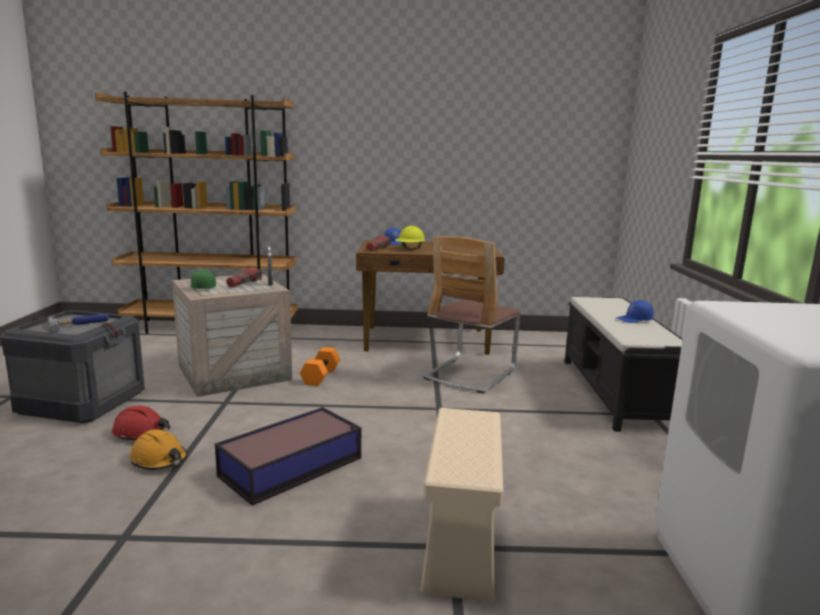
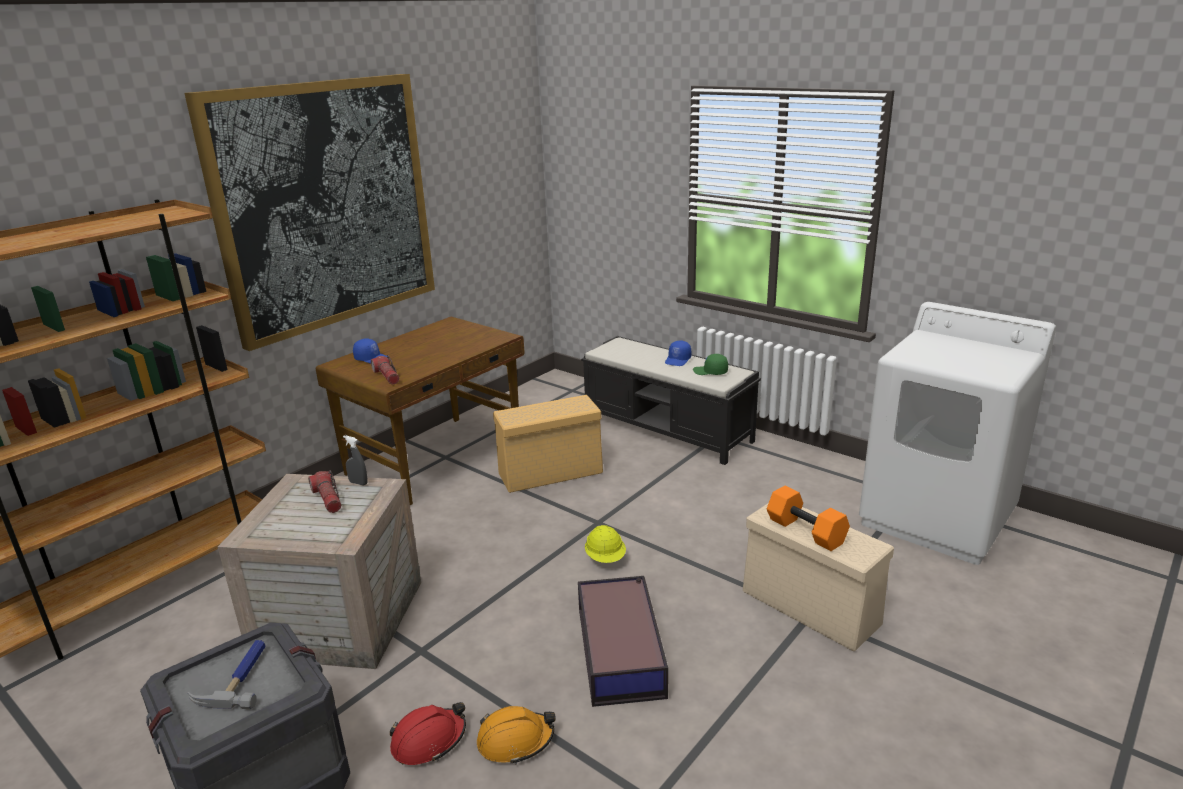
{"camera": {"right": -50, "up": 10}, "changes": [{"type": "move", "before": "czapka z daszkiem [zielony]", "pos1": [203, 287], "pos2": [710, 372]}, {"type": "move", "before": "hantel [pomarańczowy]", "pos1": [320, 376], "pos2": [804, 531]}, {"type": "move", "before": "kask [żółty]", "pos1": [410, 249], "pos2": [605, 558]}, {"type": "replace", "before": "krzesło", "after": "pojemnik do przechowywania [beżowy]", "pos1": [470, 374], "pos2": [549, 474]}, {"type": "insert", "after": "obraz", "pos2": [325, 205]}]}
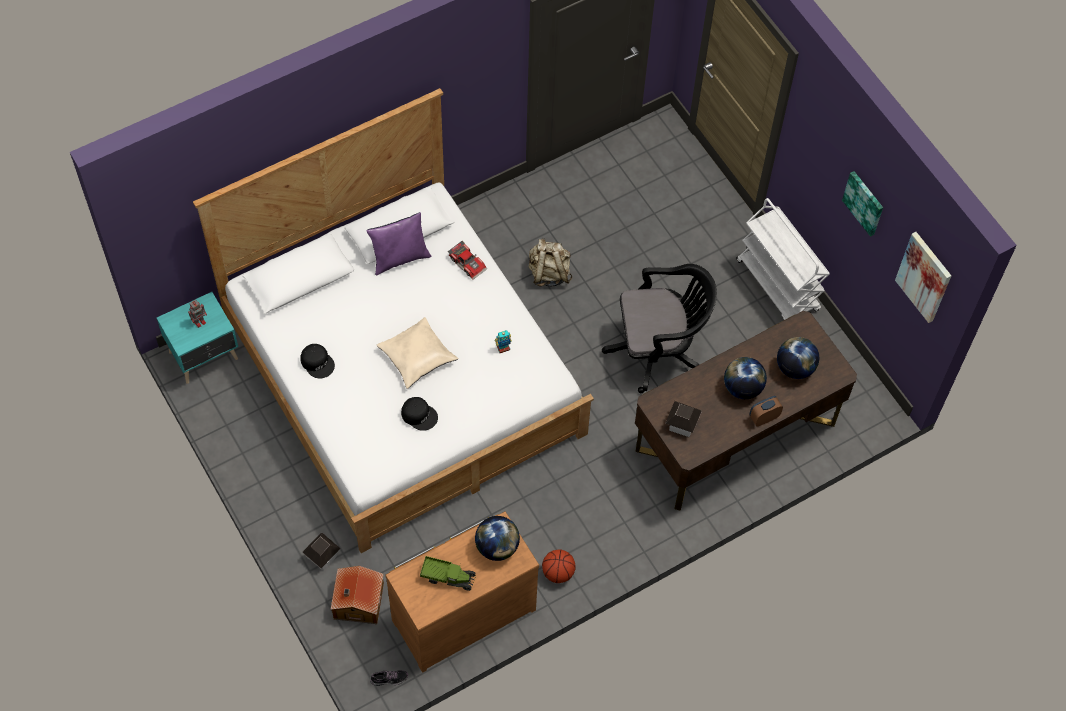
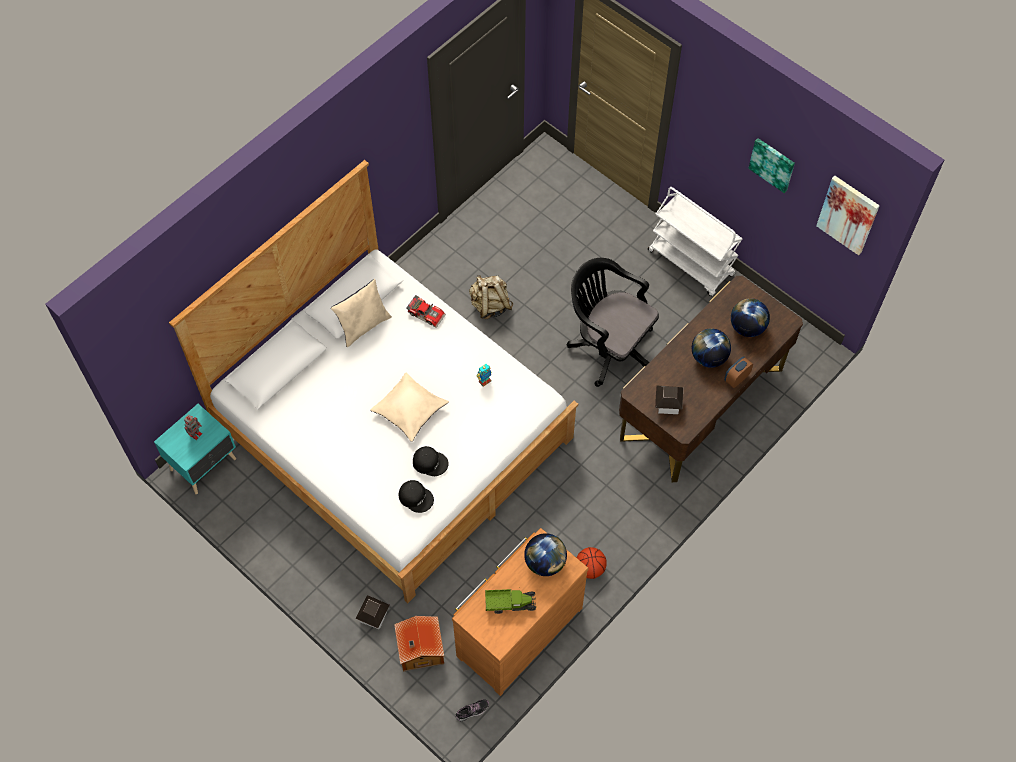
{"camera": {"right": -15, "up": 0}, "changes": [{"type": "move", "before": "czapka z daszkiem [czarny]", "pos1": [318, 362], "pos2": [416, 497]}, {"type": "recolor", "before": "poduszka [fioletowy]", "after": "poduszka [beżowy]", "pos1": [400, 258], "pos2": [363, 326]}, {"type": "rotate", "before": "krzesło biurowe [czarny]", "pos1": [658, 350], "pos2": [608, 347], "turn": -120}]}
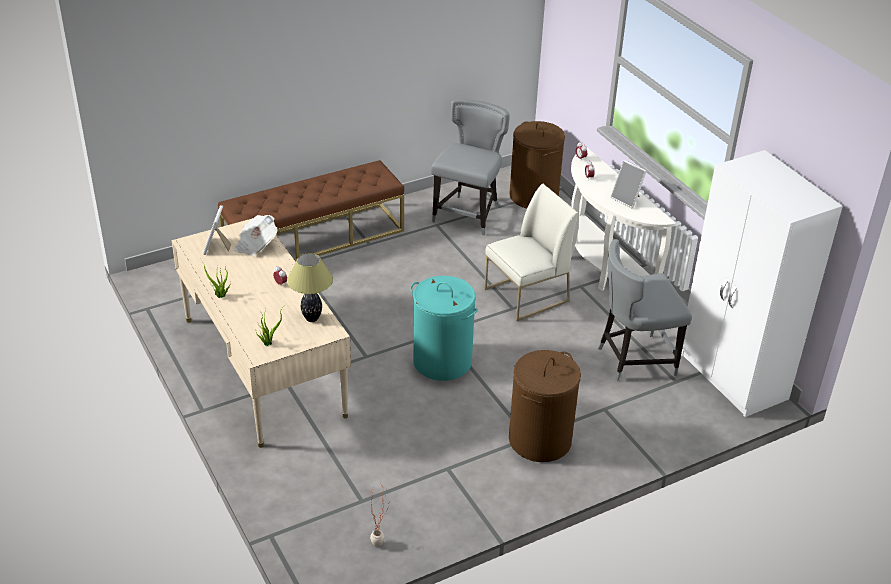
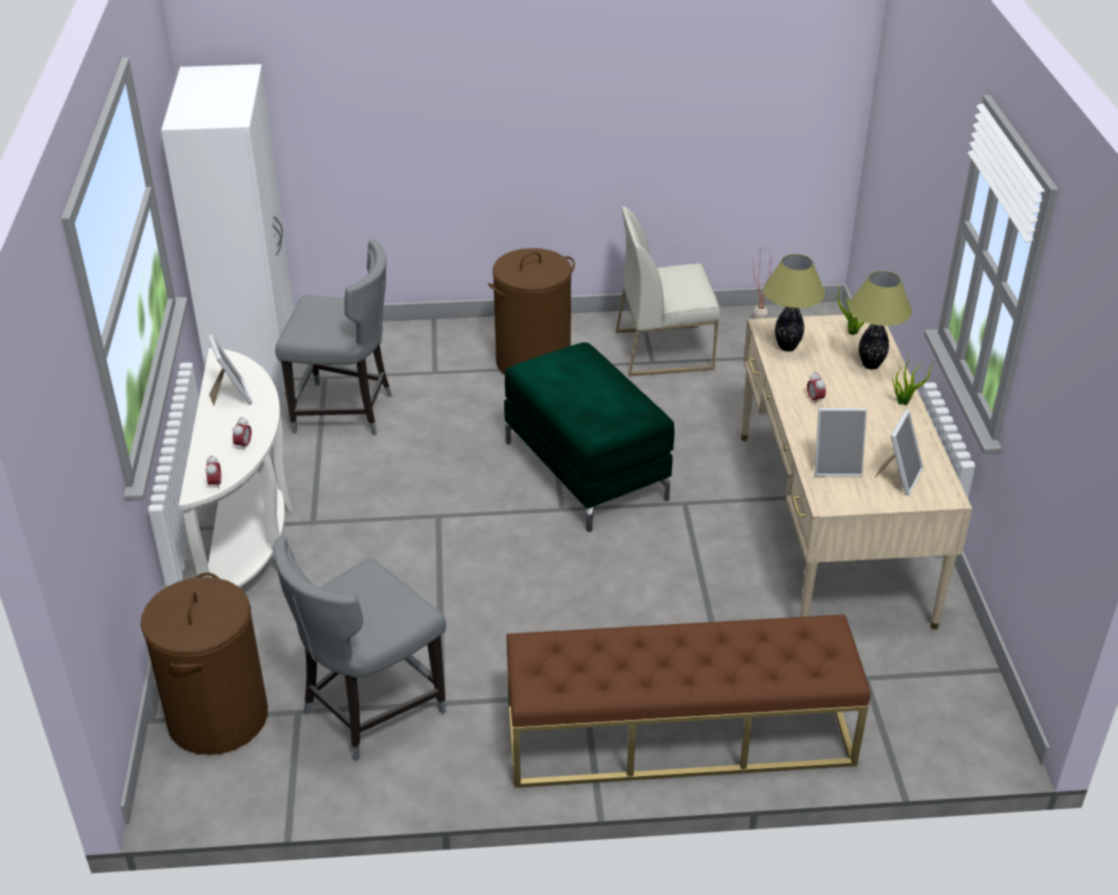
{"camera": {"right": -155, "up": 0}, "changes": [{"type": "replace", "before": "gazeta", "after": "ramka na zdjęcie", "pos1": [255, 245], "pos2": [836, 466]}, {"type": "replace", "before": "kosz na pranie [turkusowy]", "after": "pufa [zielony]", "pos1": [442, 361], "pos2": [587, 470]}, {"type": "move", "before": "krzesło [biały]", "pos1": [526, 295], "pos2": [664, 349]}, {"type": "insert", "after": "lampa stołowa", "pos2": [870, 365]}]}
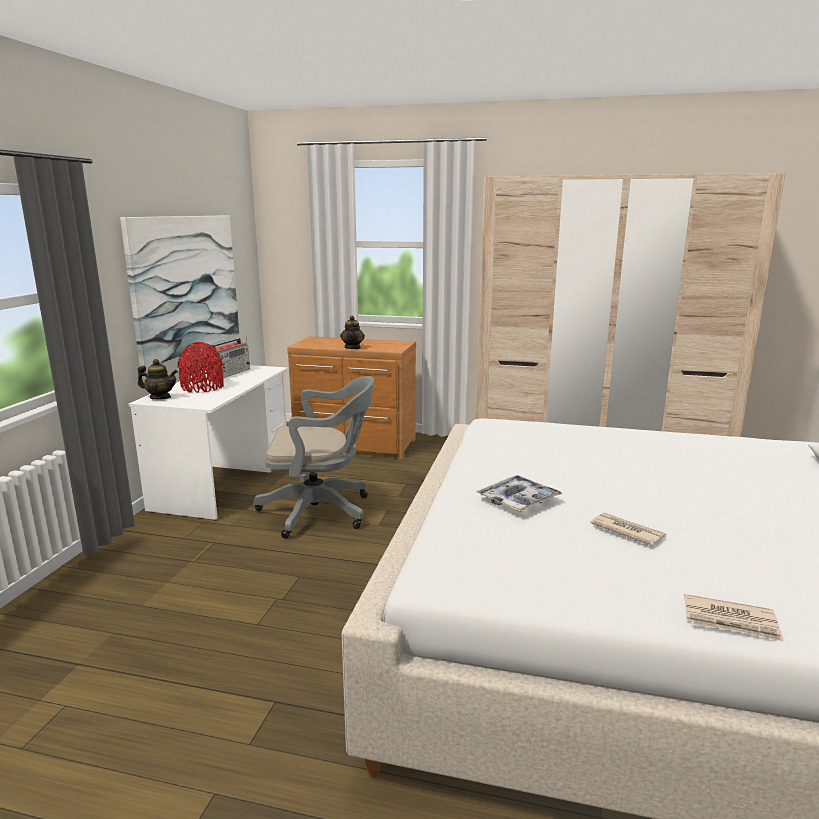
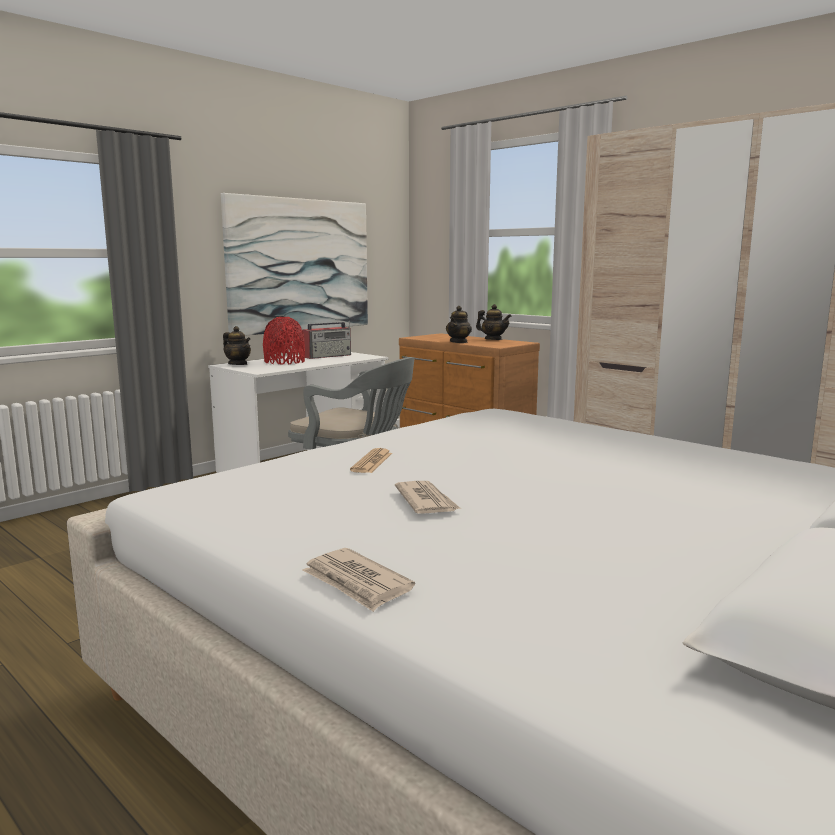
{"camera": {"right": 30, "up": -5}, "changes": [{"type": "replace", "before": "taca", "after": "gazeta", "pos1": [518, 500], "pos2": [372, 462]}, {"type": "insert", "after": "imbryk", "pos2": [493, 339]}]}
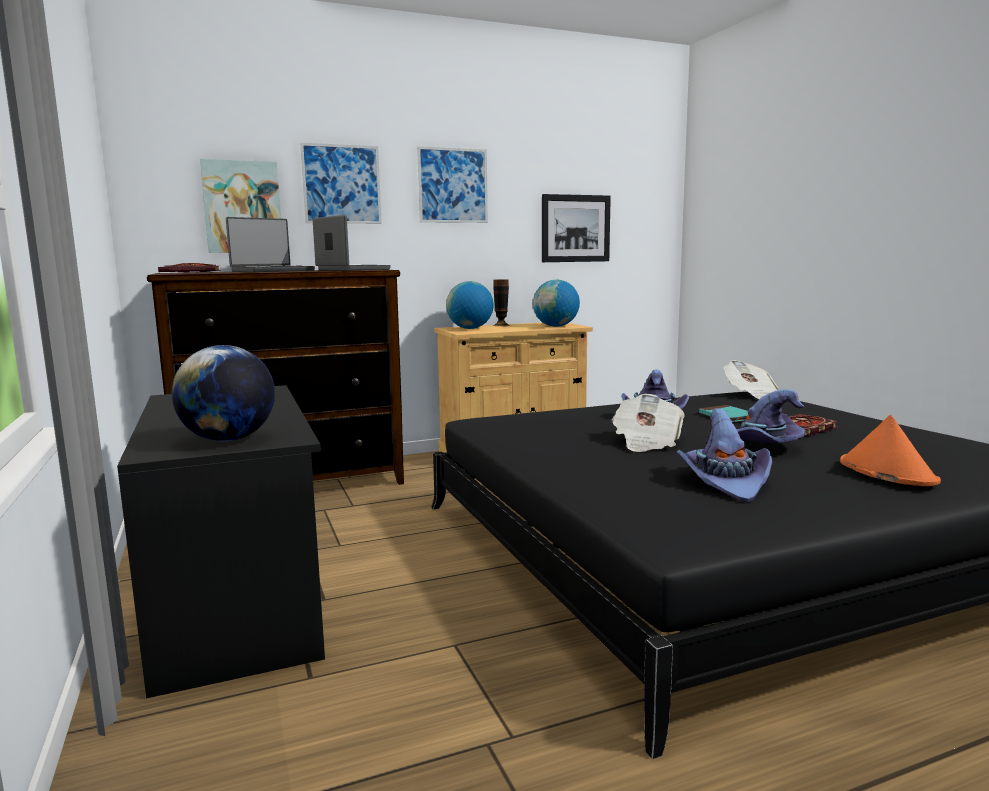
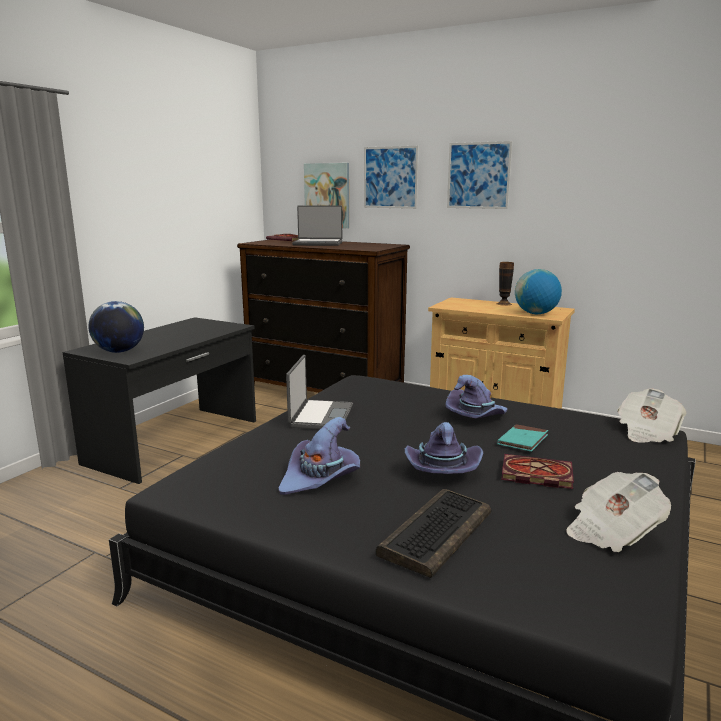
{"camera": {"right": 50, "up": 5}, "changes": [{"type": "move", "before": "laptop", "pos1": [351, 269], "pos2": [320, 416]}, {"type": "delete", "before": "globus", "pos1": [470, 328]}, {"type": "delete", "before": "obraz", "pos1": [575, 228]}, {"type": "move", "before": "gazeta", "pos1": [646, 442], "pos2": [612, 532]}, {"type": "replace", "before": "kapelusz [pomarańczowy]", "after": "klawiatura", "pos1": [886, 471], "pos2": [436, 532]}]}
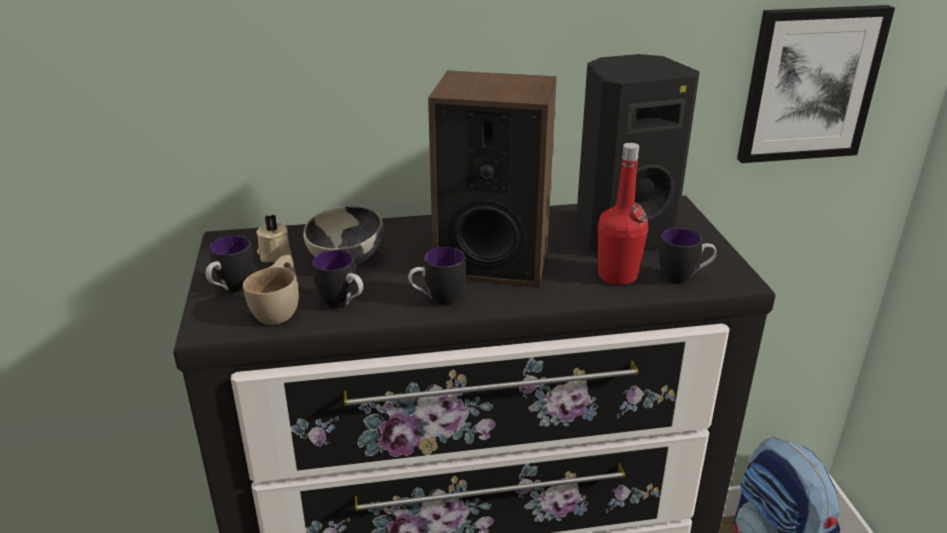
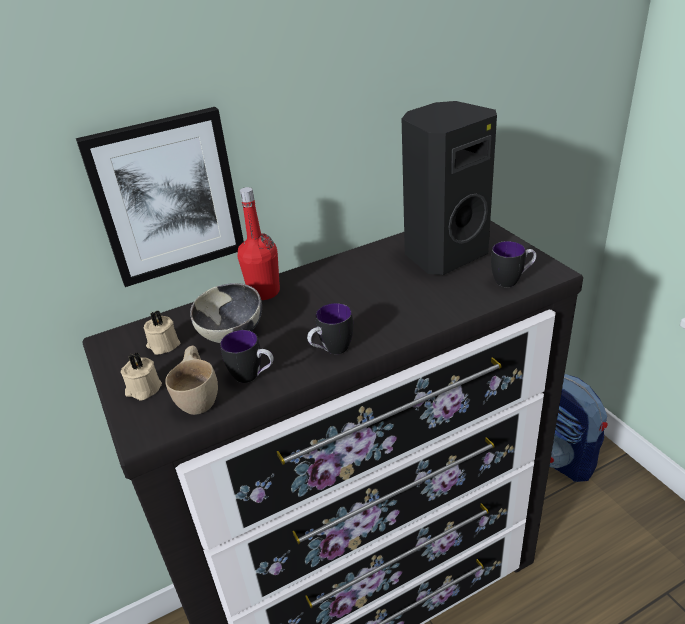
{"camera": {"right": -15, "up": 5}, "changes": [{"type": "replace", "before": "kubek", "after": "świeca [beżowy]", "pos1": [232, 290], "pos2": [143, 389]}, {"type": "delete", "before": "głośnik", "pos1": [492, 261]}, {"type": "move", "before": "butelka [czerwony]", "pos1": [617, 275], "pos2": [264, 292]}, {"type": "move", "before": "obraz", "pos1": [809, 84], "pos2": [167, 197]}]}
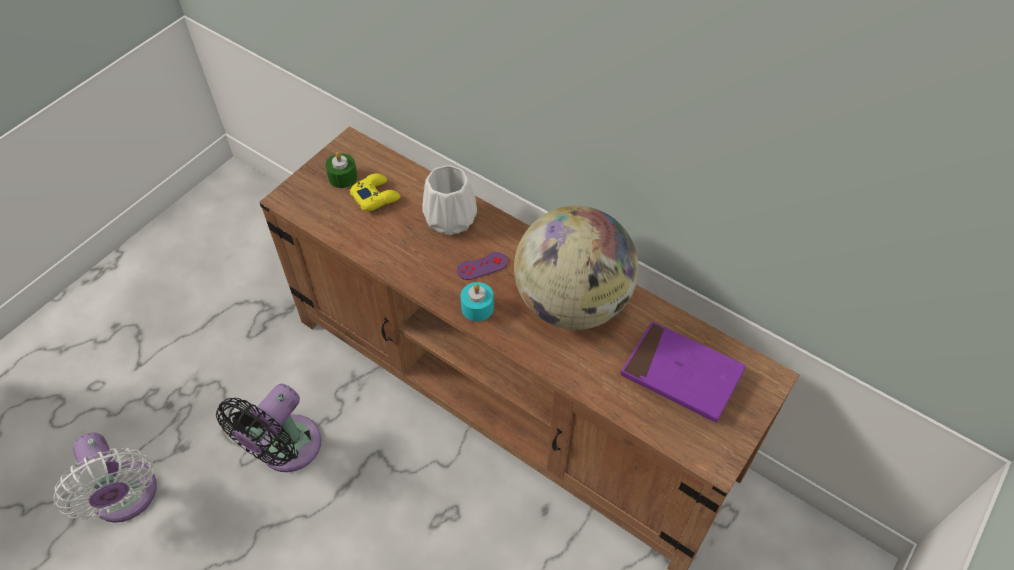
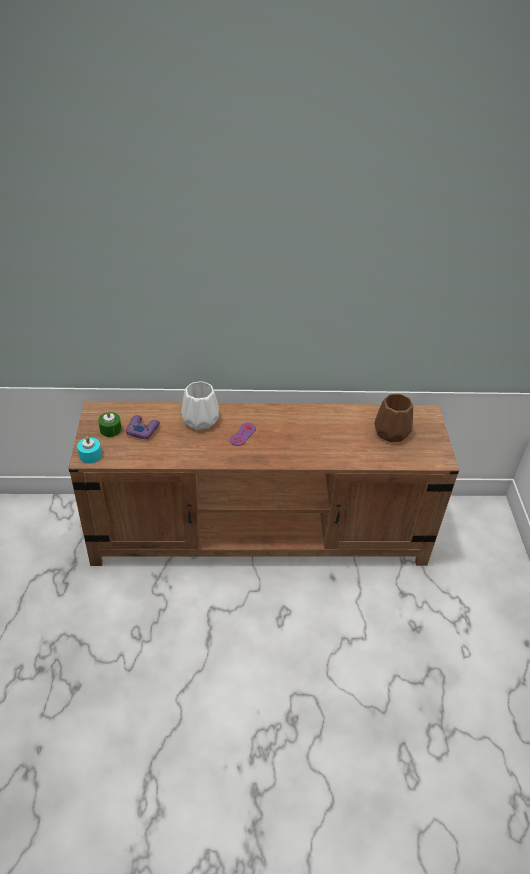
{"camera": {"right": -40, "up": -10}, "changes": [{"type": "delete", "before": "wentylator [biały]", "pos1": [126, 498]}, {"type": "delete", "before": "wentylator [czarny]", "pos1": [285, 449]}, {"type": "recolor", "before": "pad do gier [żółty]", "after": "pad do gier [fioletowy]", "pos1": [375, 196], "pos2": [142, 429]}, {"type": "move", "before": "świeca [turkusowy]", "pos1": [477, 307], "pos2": [90, 455]}, {"type": "delete", "before": "globus", "pos1": [572, 303]}, {"type": "replace", "before": "książka [fioletowy]", "after": "wazon [brązowy]", "pos1": [681, 374], "pos2": [390, 432]}]}
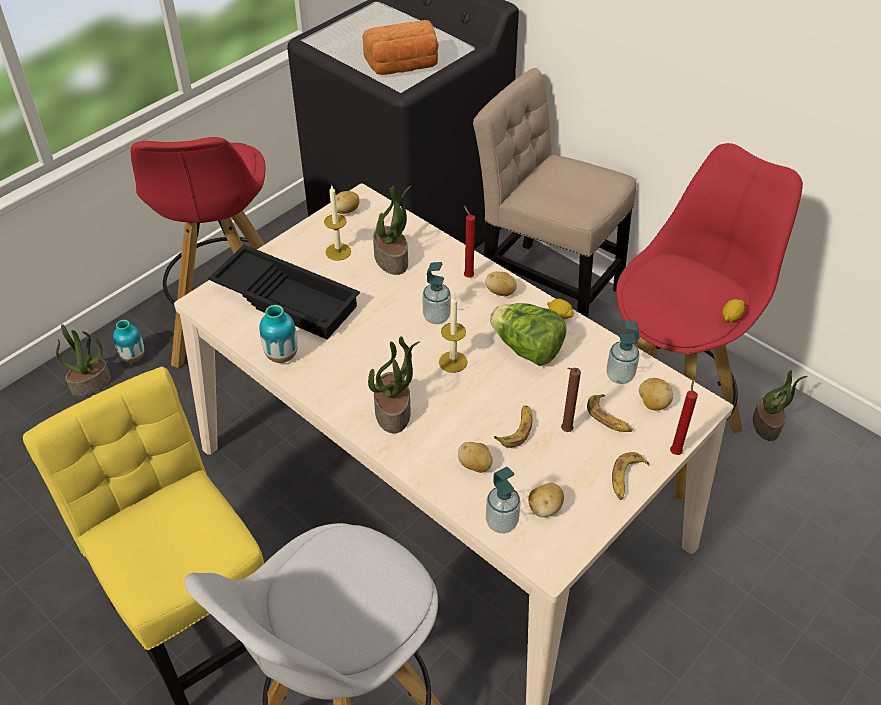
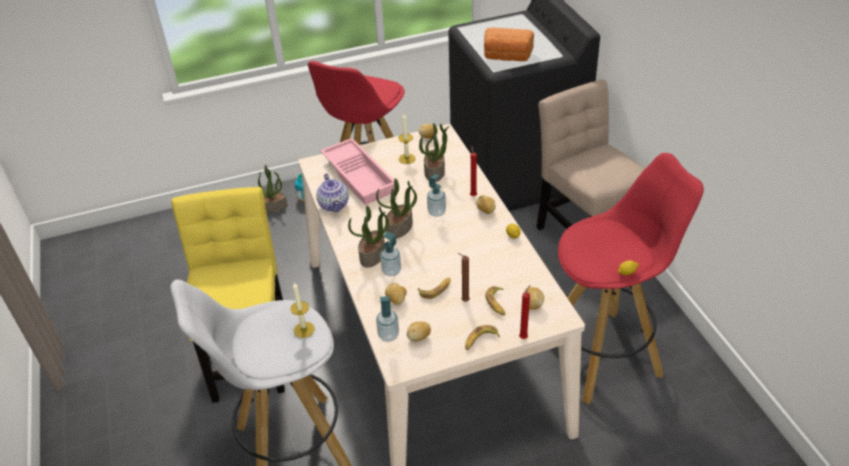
{"camera": {"right": 30, "up": -5}, "changes": [{"type": "recolor", "before": "taca [czarny]", "after": "taca [różowy]", "pos1": [288, 298], "pos2": [360, 175]}, {"type": "replace", "before": "wazon", "after": "imbryk", "pos1": [282, 355], "pos2": [334, 205]}, {"type": "move", "before": "świeca", "pos1": [453, 362], "pos2": [304, 329]}, {"type": "delete", "before": "sałata", "pos1": [526, 349]}, {"type": "move", "before": "dozownik mydła", "pos1": [620, 375], "pos2": [391, 271]}, {"type": "move", "before": "roślina doniczkowa", "pos1": [767, 424], "pos2": [399, 228]}]}
